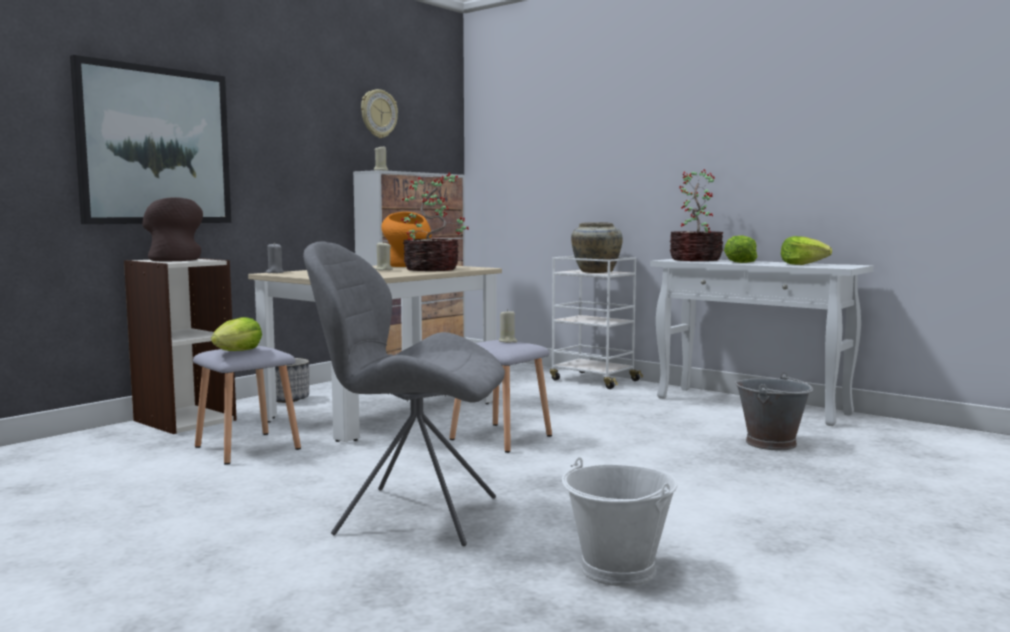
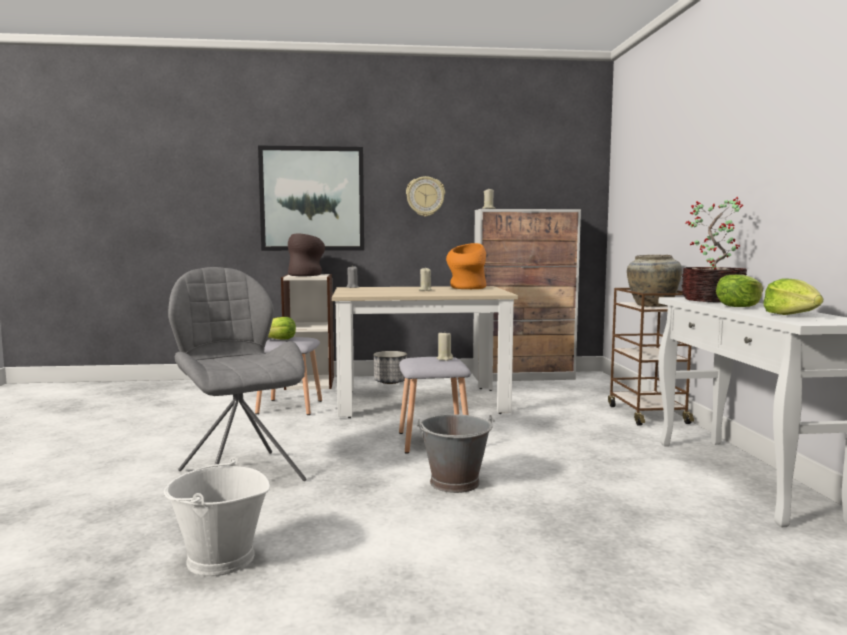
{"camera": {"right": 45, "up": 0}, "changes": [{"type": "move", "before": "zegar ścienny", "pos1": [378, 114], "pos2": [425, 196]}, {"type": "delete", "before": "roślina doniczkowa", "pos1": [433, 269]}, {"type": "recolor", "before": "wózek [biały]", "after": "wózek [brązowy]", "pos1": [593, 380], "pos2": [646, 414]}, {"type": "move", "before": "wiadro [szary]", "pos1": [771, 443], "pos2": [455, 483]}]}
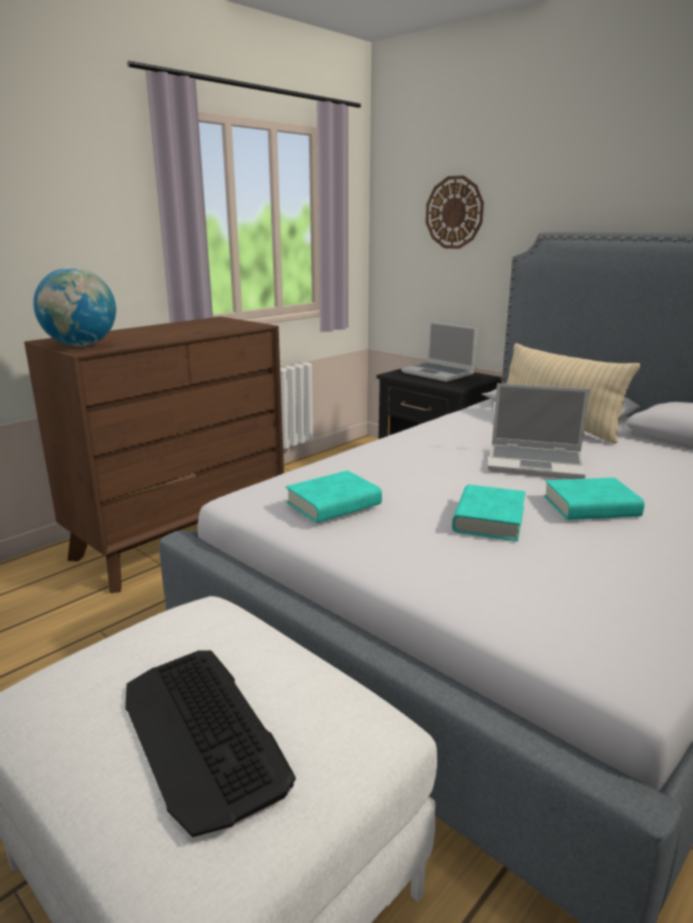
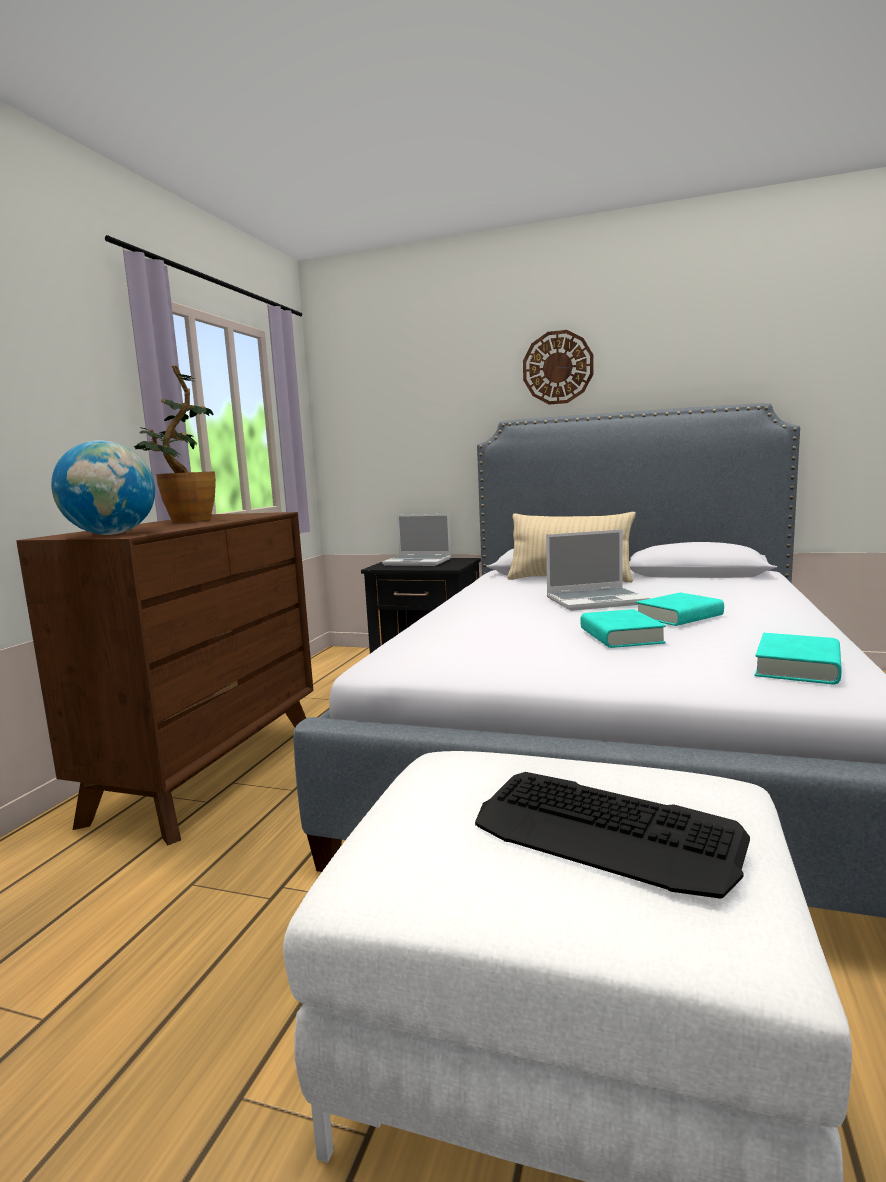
{"camera": {"right": -25, "up": -10}, "changes": [{"type": "move", "before": "książka [turkusowy]", "pos1": [333, 504], "pos2": [798, 667]}, {"type": "move", "before": "zegar ścienny", "pos1": [454, 212], "pos2": [557, 367]}, {"type": "insert", "after": "roślina doniczkowa", "pos2": [184, 521]}]}
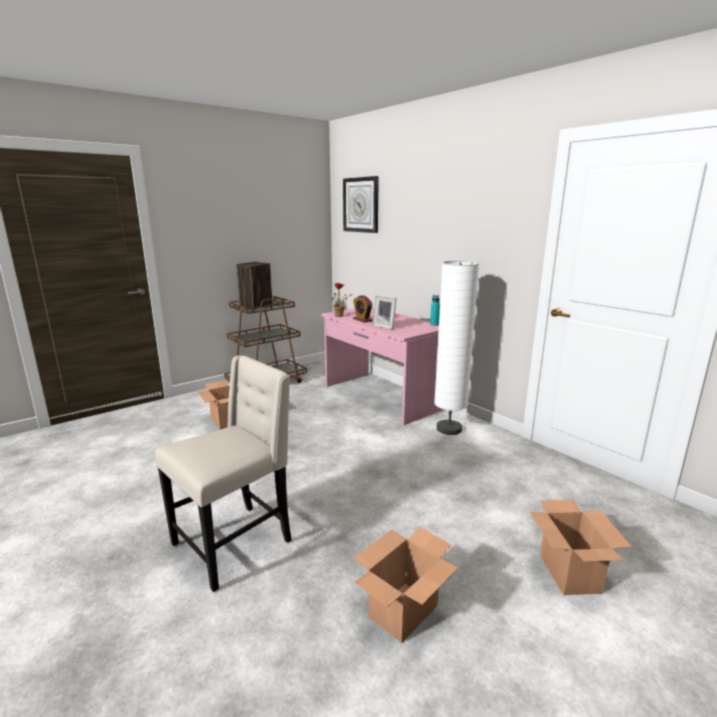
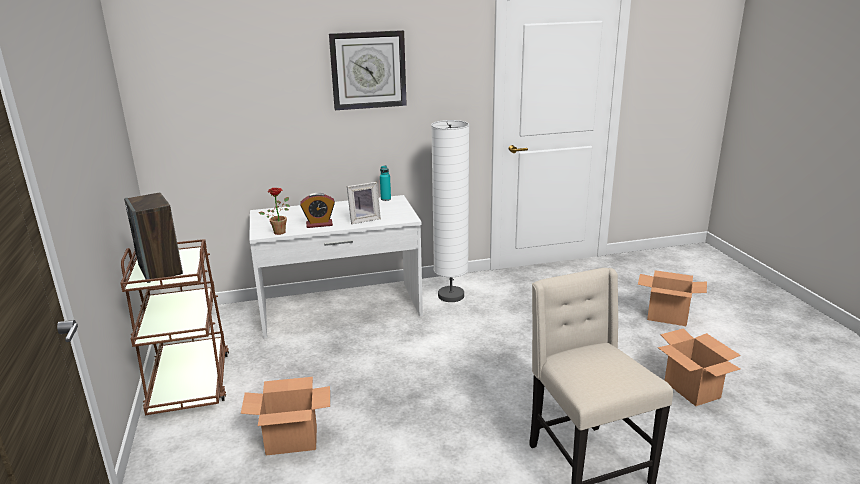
{"camera": {"right": -65, "up": 5}, "changes": [{"type": "recolor", "before": "biurko [różowy]", "after": "biurko [biały]", "pos1": [382, 396], "pos2": [340, 309]}, {"type": "move", "before": "zegar ścienny", "pos1": [361, 205], "pos2": [368, 70]}]}
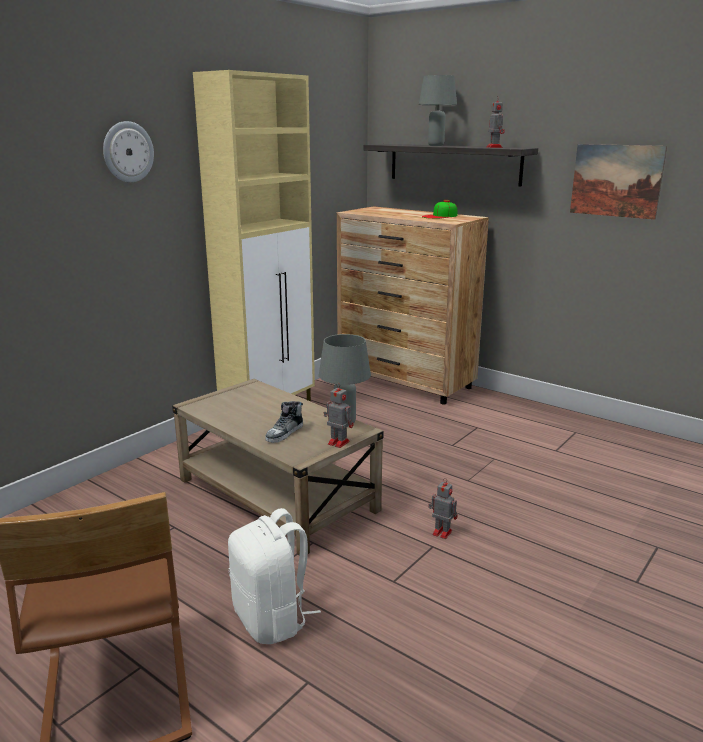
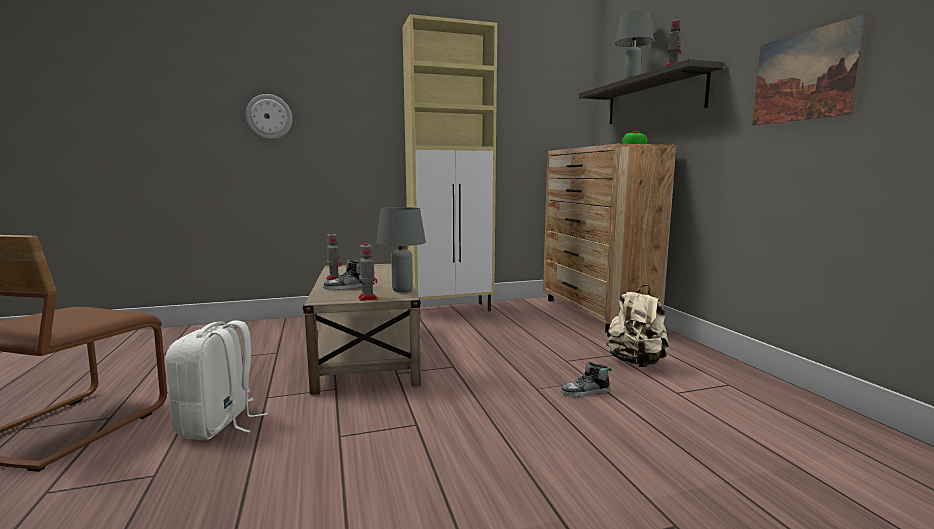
{"camera": {"right": 35, "up": -10}, "changes": [{"type": "move", "before": "zegar ścienny", "pos1": [127, 152], "pos2": [269, 117]}, {"type": "move", "before": "robot zabawkowy", "pos1": [441, 532], "pos2": [334, 279]}, {"type": "insert", "after": "but", "pos2": [585, 392]}, {"type": "insert", "after": "plecak [beżowy]", "pos2": [636, 363]}]}
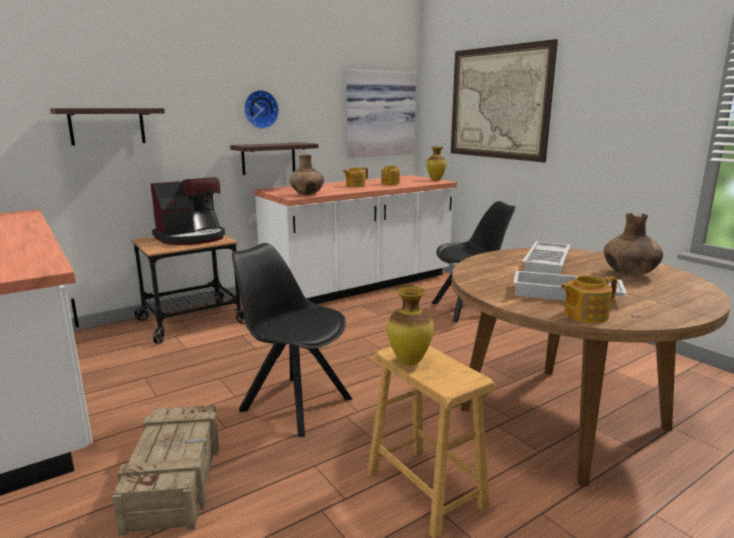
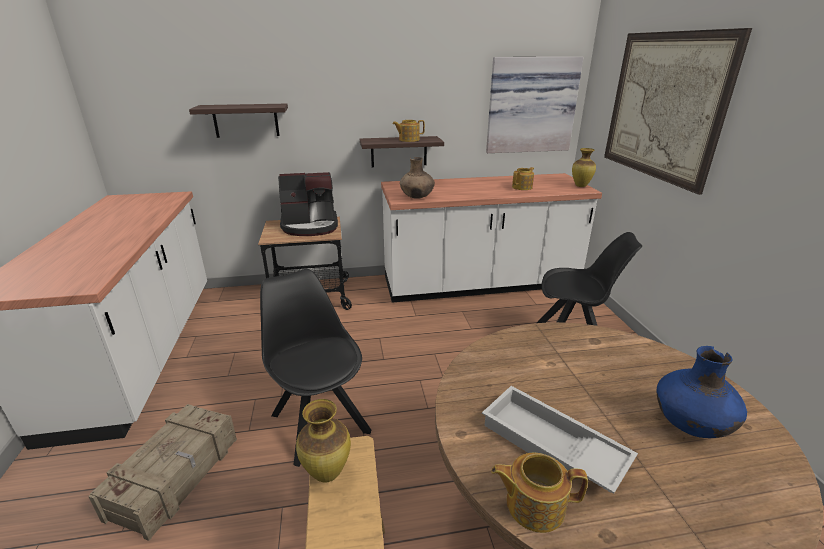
{"camera": {"right": 25, "up": 10}, "changes": [{"type": "delete", "before": "zegar ścienny", "pos1": [260, 109]}, {"type": "move", "before": "imbryk", "pos1": [355, 186], "pos2": [408, 140]}, {"type": "delete", "before": "taca [biały]", "pos1": [547, 264]}, {"type": "recolor", "before": "wazon [brązowy]", "after": "wazon [niebieski]", "pos1": [629, 274], "pos2": [690, 425]}]}
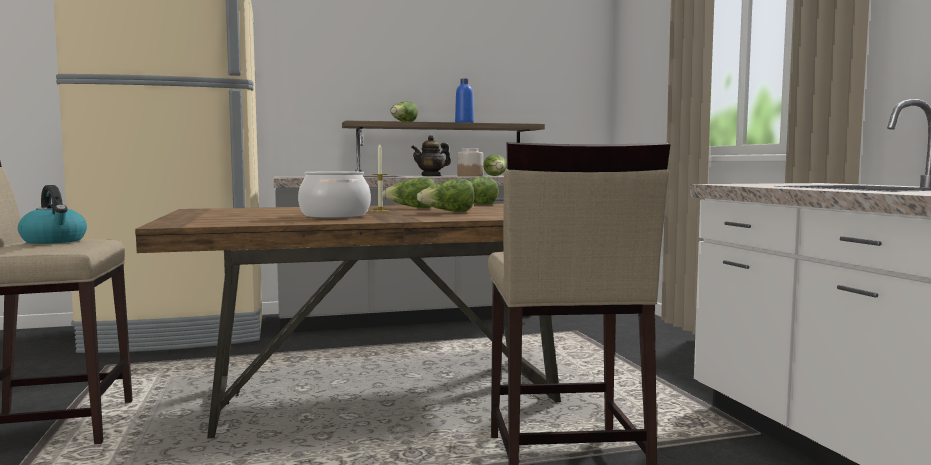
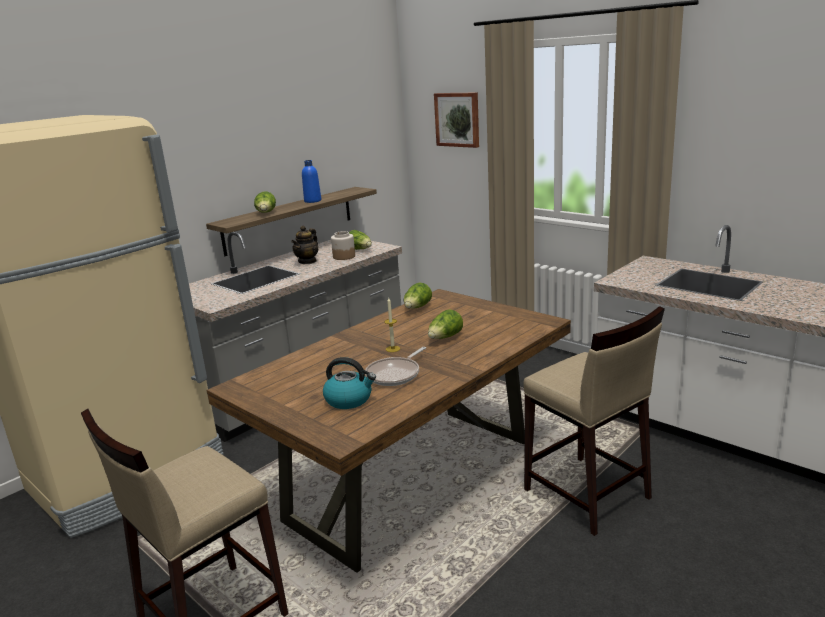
{"camera": {"right": -30, "up": 15}, "changes": [{"type": "move", "before": "czajnik", "pos1": [54, 241], "pos2": [349, 399]}, {"type": "replace", "before": "garnek", "after": "patelnia", "pos1": [335, 216], "pos2": [395, 374]}, {"type": "delete", "before": "sałata", "pos1": [412, 208]}, {"type": "insert", "after": "obraz", "pos2": [457, 119]}]}
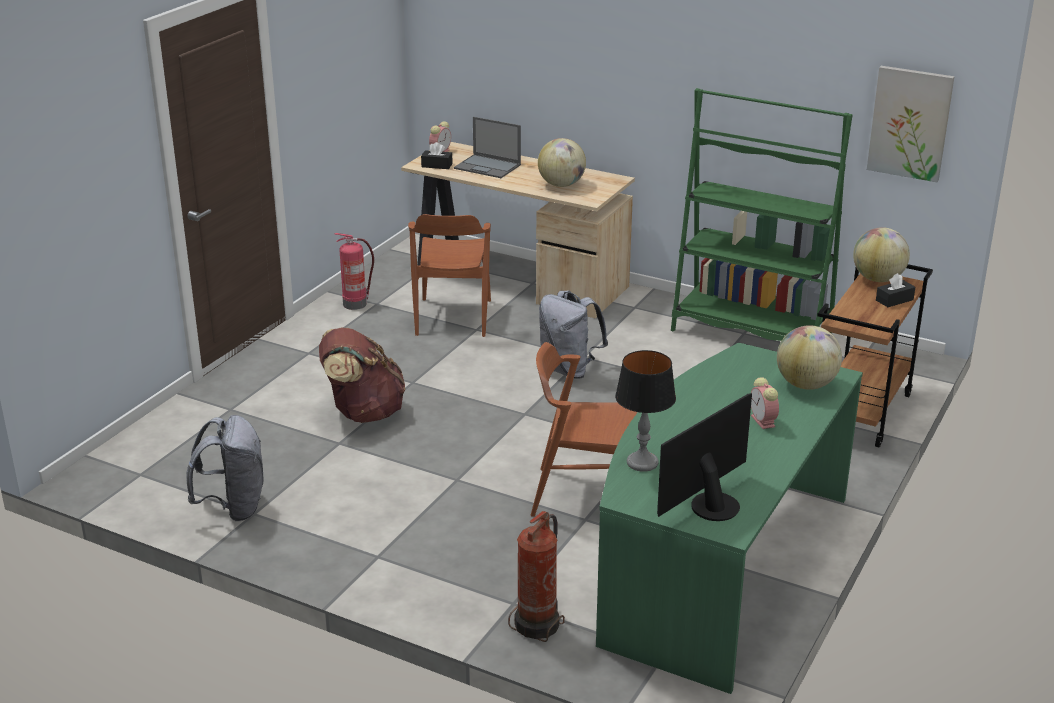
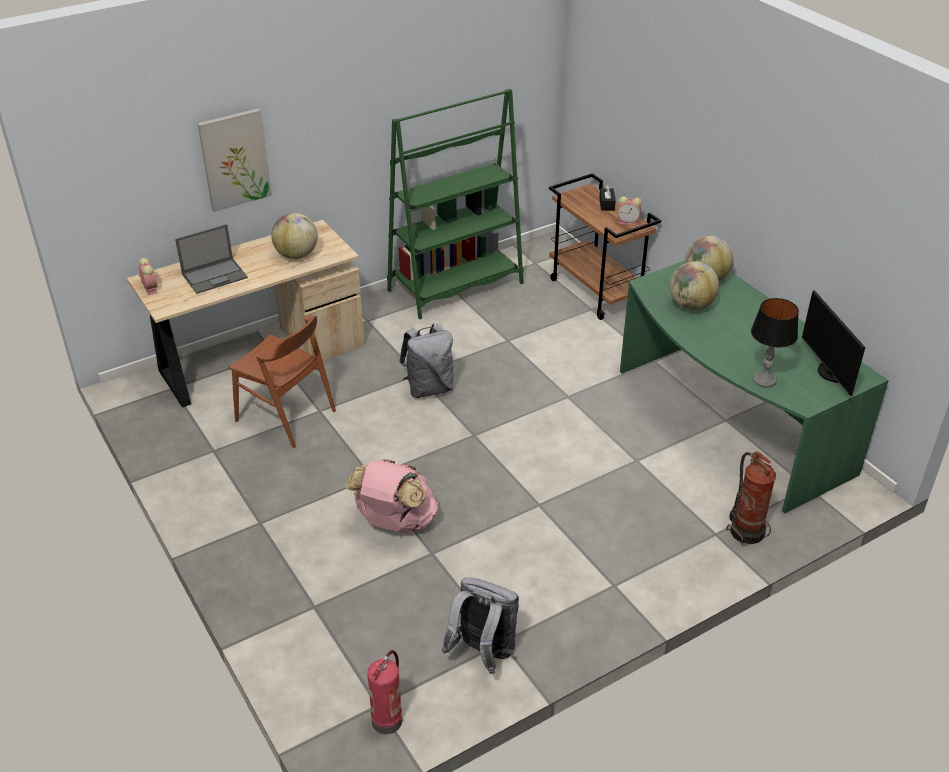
{"camera": {"right": -60, "up": 10}, "changes": [{"type": "recolor", "before": "plecak [brązowy]", "after": "plecak [różowy]", "pos1": [363, 412], "pos2": [395, 522]}, {"type": "move", "before": "gaśnica", "pos1": [356, 304], "pos2": [387, 719]}, {"type": "delete", "before": "pudełko chusteczek [czarny]", "pos1": [437, 165]}, {"type": "delete", "before": "krzesło [brązowy]", "pos1": [583, 495]}, {"type": "move", "before": "budzik", "pos1": [764, 421], "pos2": [628, 222]}, {"type": "move", "before": "globus", "pos1": [878, 279], "pos2": [691, 305]}, {"type": "move", "before": "obraz", "pos1": [910, 123], "pos2": [234, 159]}]}
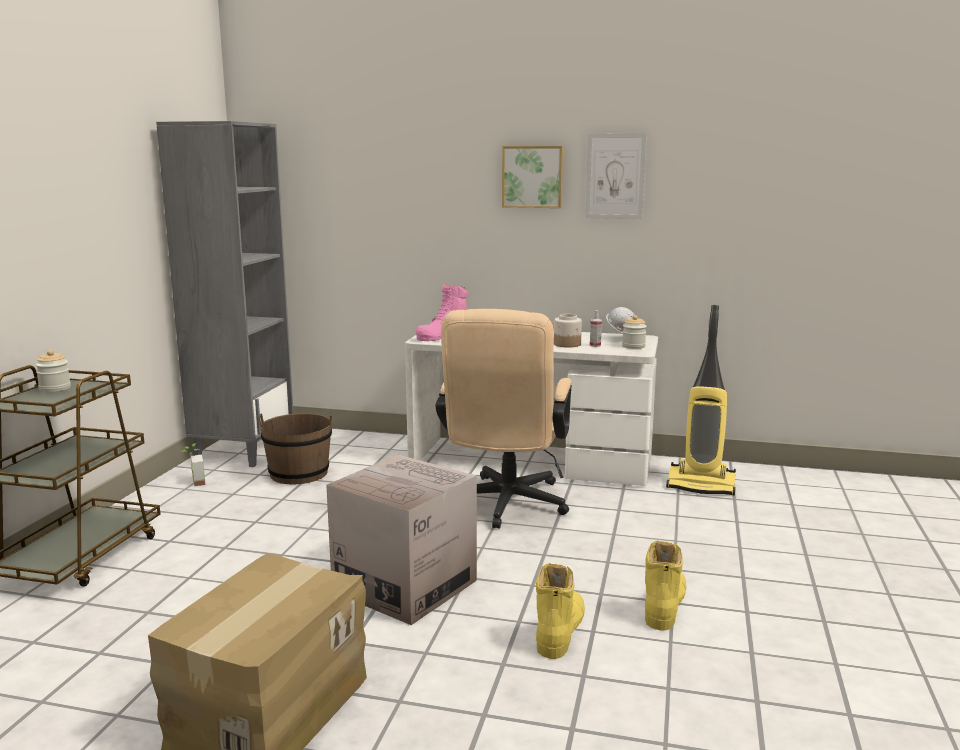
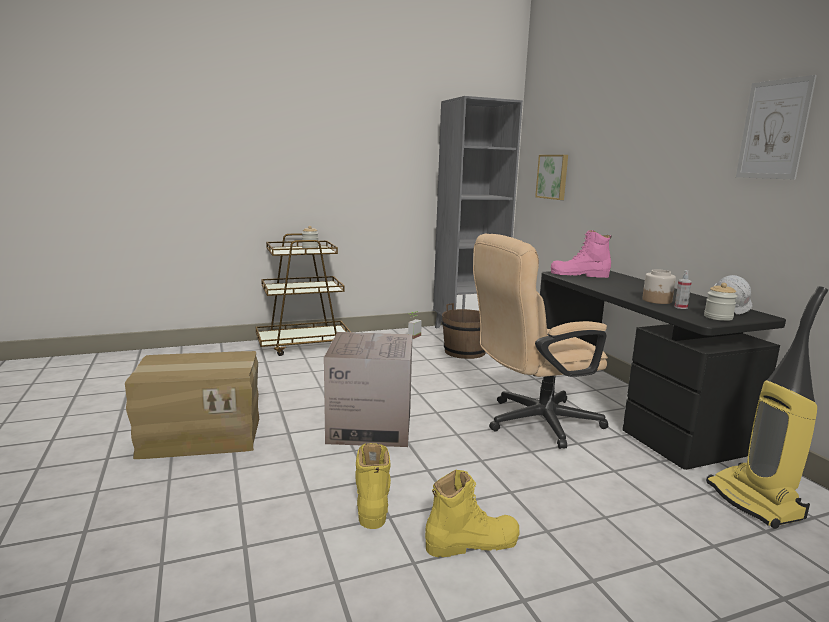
{"camera": {"right": 55, "up": 0}, "changes": [{"type": "recolor", "before": "biurko [biały]", "after": "biurko [czarny]", "pos1": [531, 461], "pos2": [628, 408]}, {"type": "move", "before": "obraz", "pos1": [532, 176], "pos2": [553, 177]}, {"type": "rotate", "before": "but z cholewką [żółty]", "pos1": [559, 631], "pos2": [374, 501], "turn": -75}]}
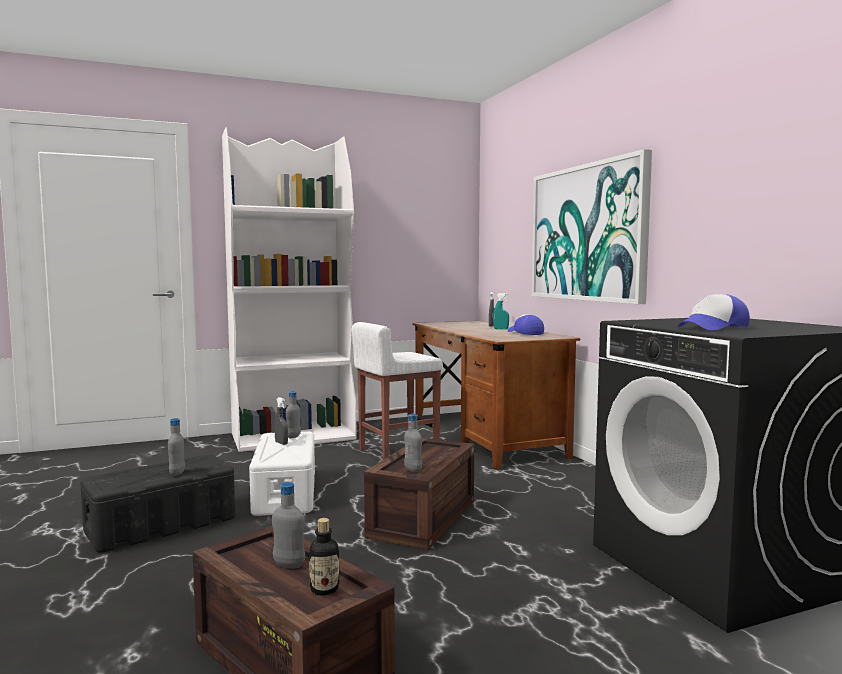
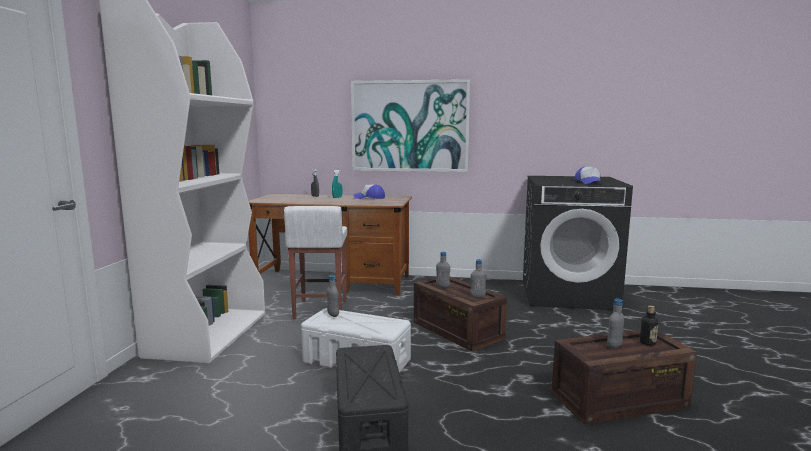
{"camera": {"right": -60, "up": 5}, "changes": [{"type": "move", "before": "butelka [szary]", "pos1": [177, 473], "pos2": [442, 287]}, {"type": "delete", "before": "spryskiwacz [szary]", "pos1": [281, 443]}]}
